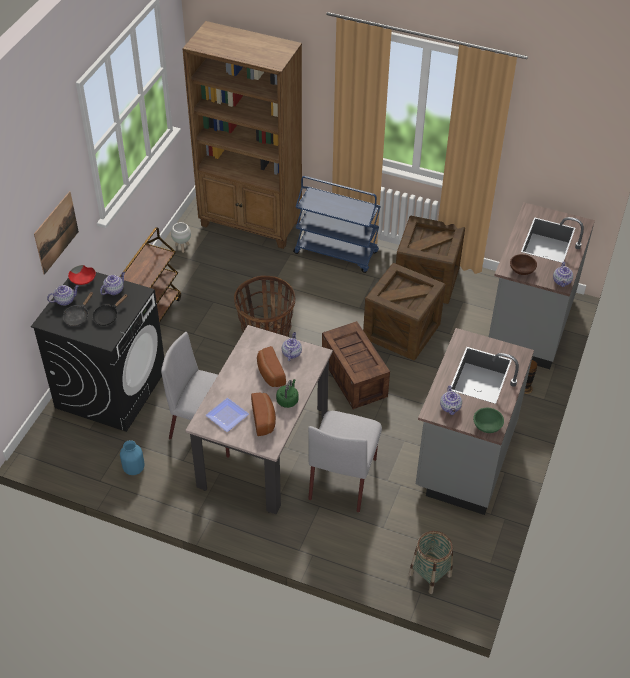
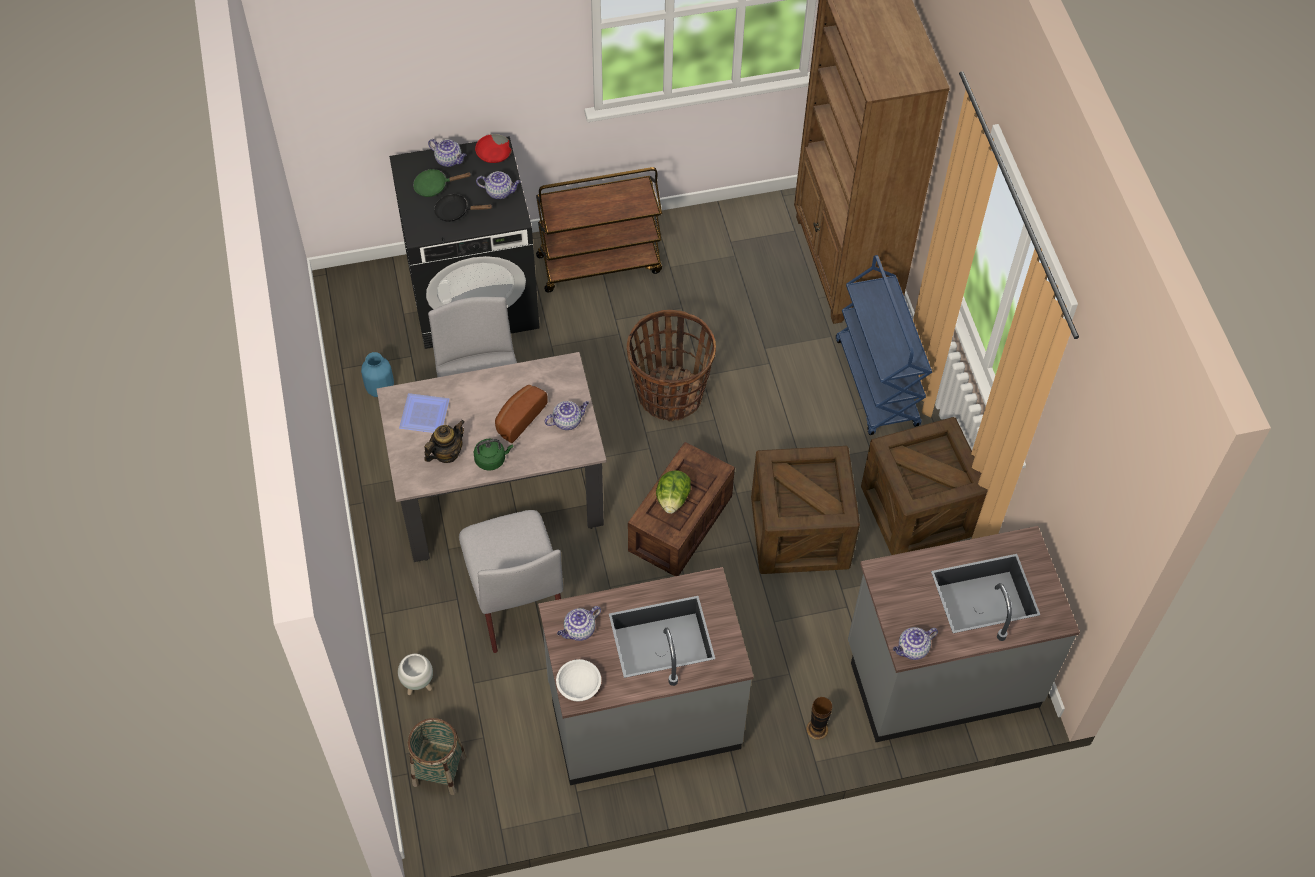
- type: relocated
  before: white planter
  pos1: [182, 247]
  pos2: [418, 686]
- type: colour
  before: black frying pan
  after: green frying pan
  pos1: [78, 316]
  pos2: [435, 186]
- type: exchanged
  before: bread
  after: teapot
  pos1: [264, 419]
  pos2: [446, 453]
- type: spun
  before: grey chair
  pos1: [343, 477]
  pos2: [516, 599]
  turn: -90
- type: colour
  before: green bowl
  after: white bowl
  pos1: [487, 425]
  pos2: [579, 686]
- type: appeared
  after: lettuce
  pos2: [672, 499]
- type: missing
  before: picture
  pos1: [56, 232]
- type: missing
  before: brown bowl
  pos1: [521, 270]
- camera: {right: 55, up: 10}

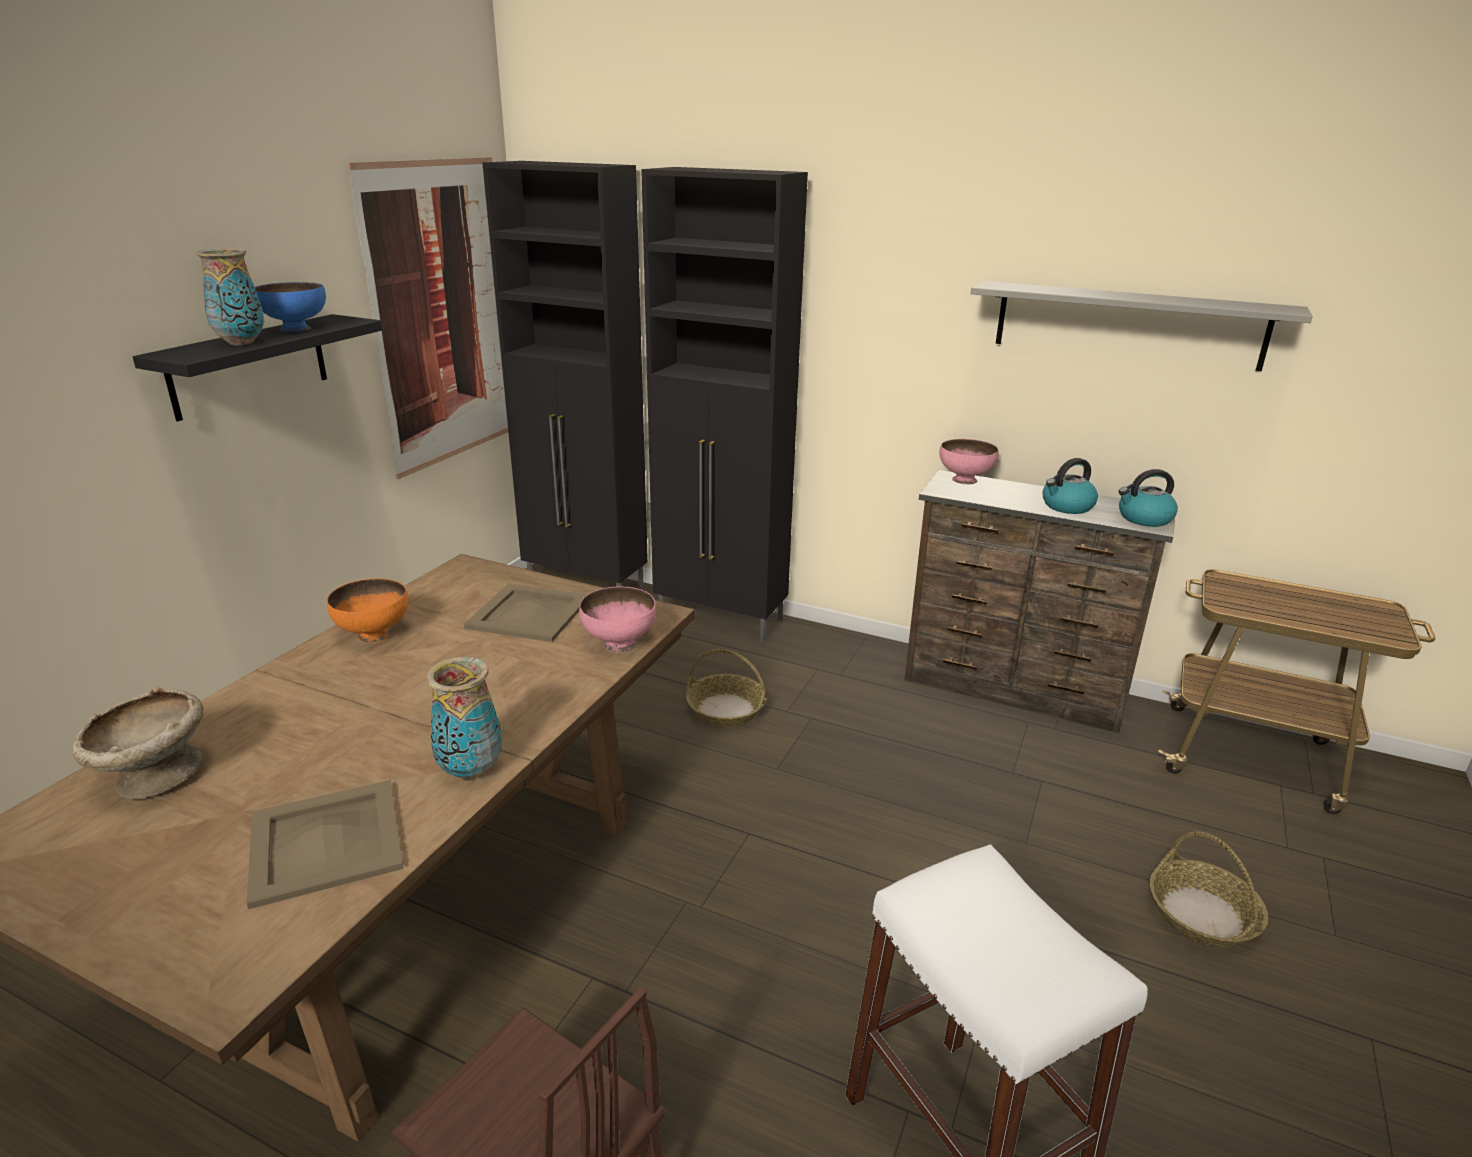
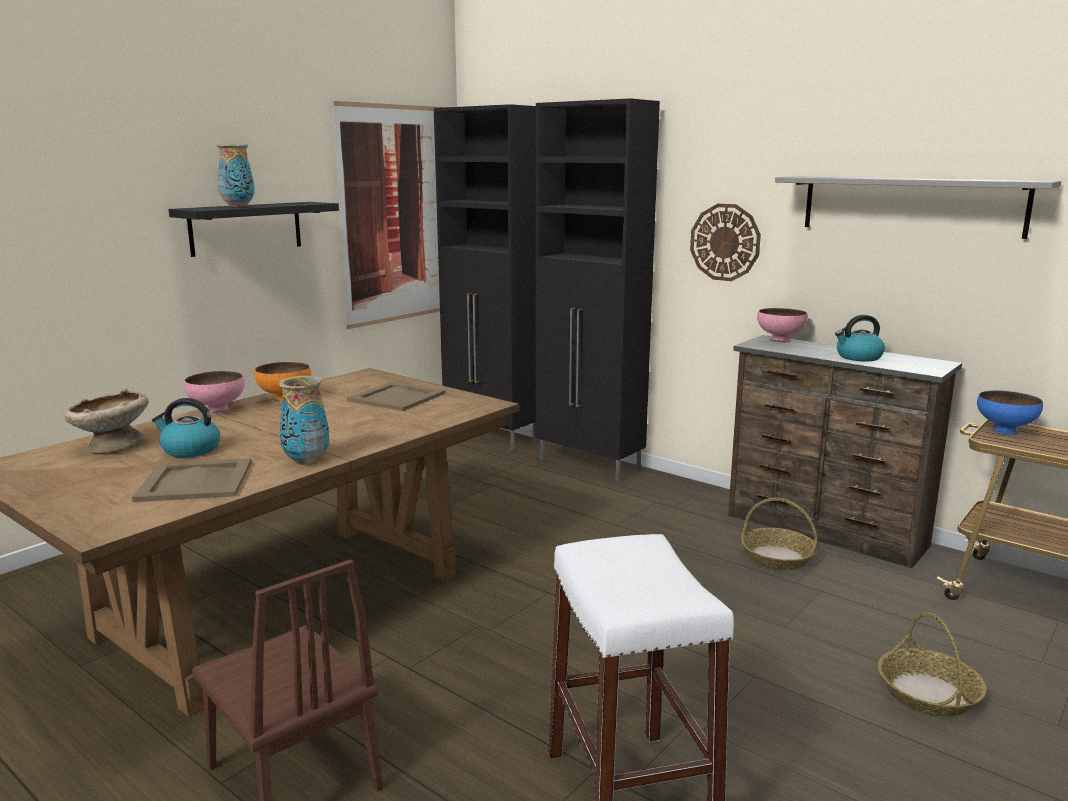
- type: relocated
  before: kettle
  pos1: [1144, 518]
  pos2: [190, 450]
- type: relocated
  before: pink bowl
  pos1: [619, 644]
  pos2: [217, 411]
- type: appeared
  after: wall clock
  pos2: [725, 242]
- type: relocated
  before: basket
  pos1: [726, 709]
  pos2: [778, 557]
- type: relocated
  before: blue bowl
  pos1: [296, 329]
  pos2: [1005, 431]
- camera: {right: 15, up: -10}

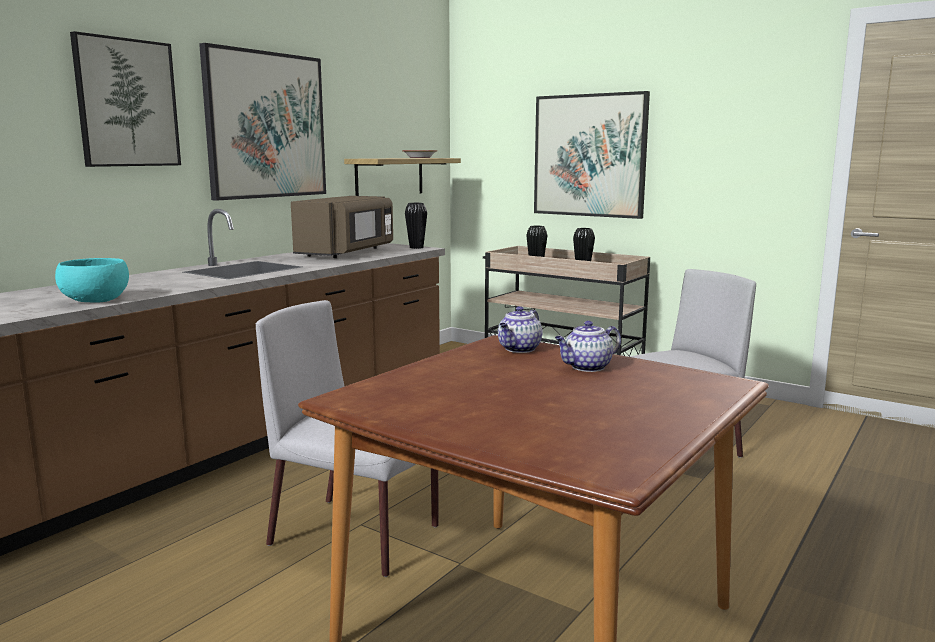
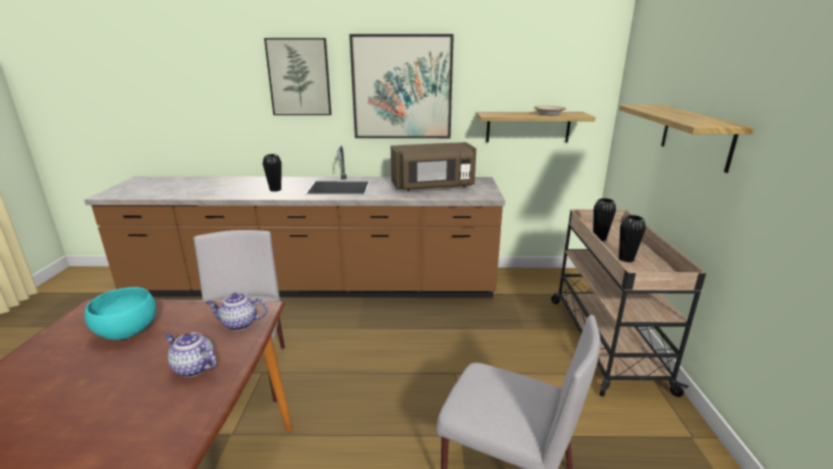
- type: relocated
  before: turquoise bowl
  pos1: [95, 300]
  pos2: [127, 330]
- type: relocated
  before: black vase
  pos1: [416, 247]
  pos2: [275, 190]
- type: exchanged
  before: picture
  after: shelf
  pos1: [589, 155]
  pos2: [696, 136]
- camera: {right: 55, up: 10}

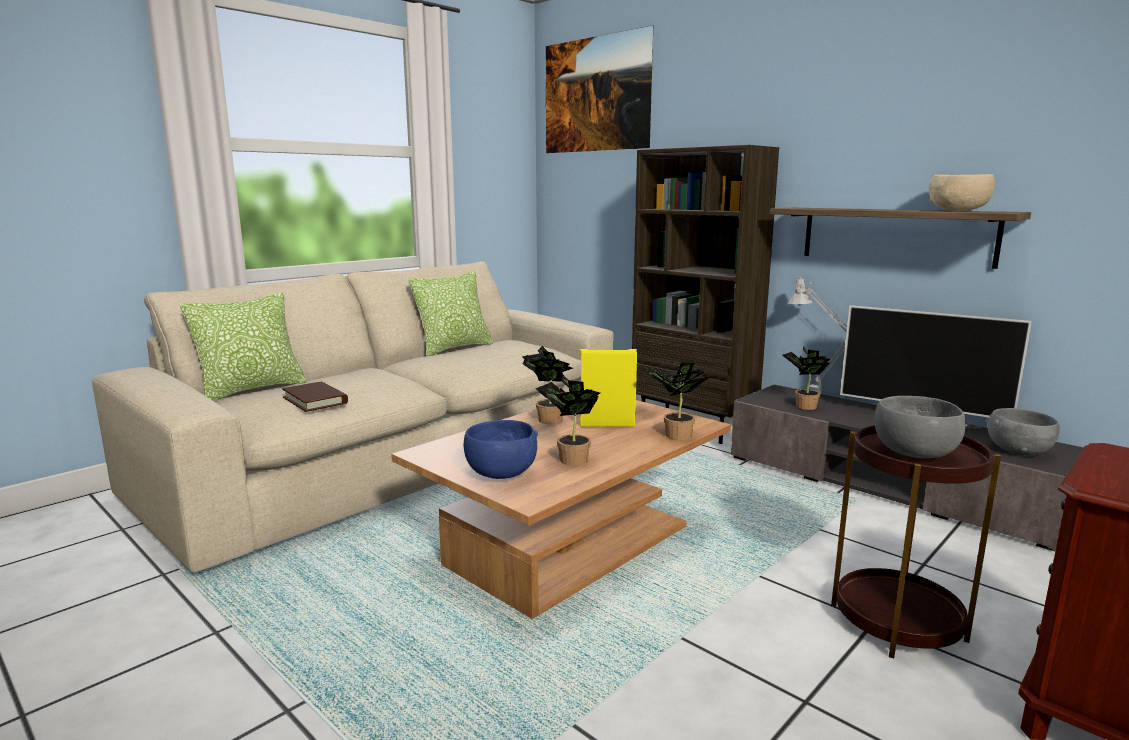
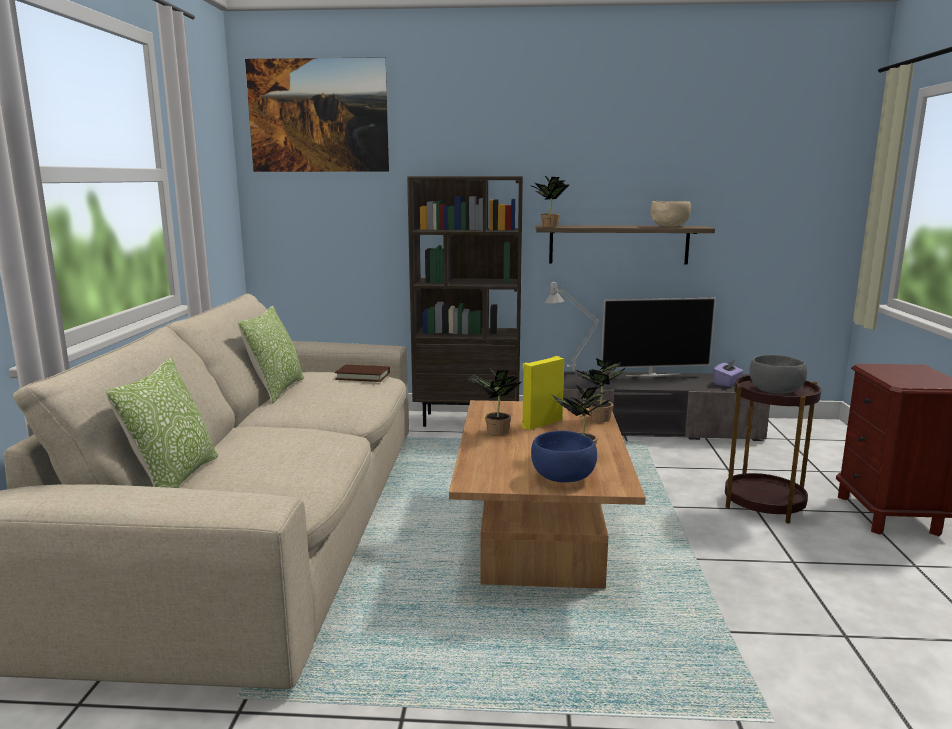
- type: relocated
  before: brown book
  pos1: [315, 400]
  pos2: [363, 376]
- type: relocated
  before: potted plant
  pos1: [802, 406]
  pos2: [547, 226]
- type: exchanged
  before: grey bowl
  after: purple tissue box
  pos1: [1017, 450]
  pos2: [727, 383]
- camera: {right: -40, up: 0}

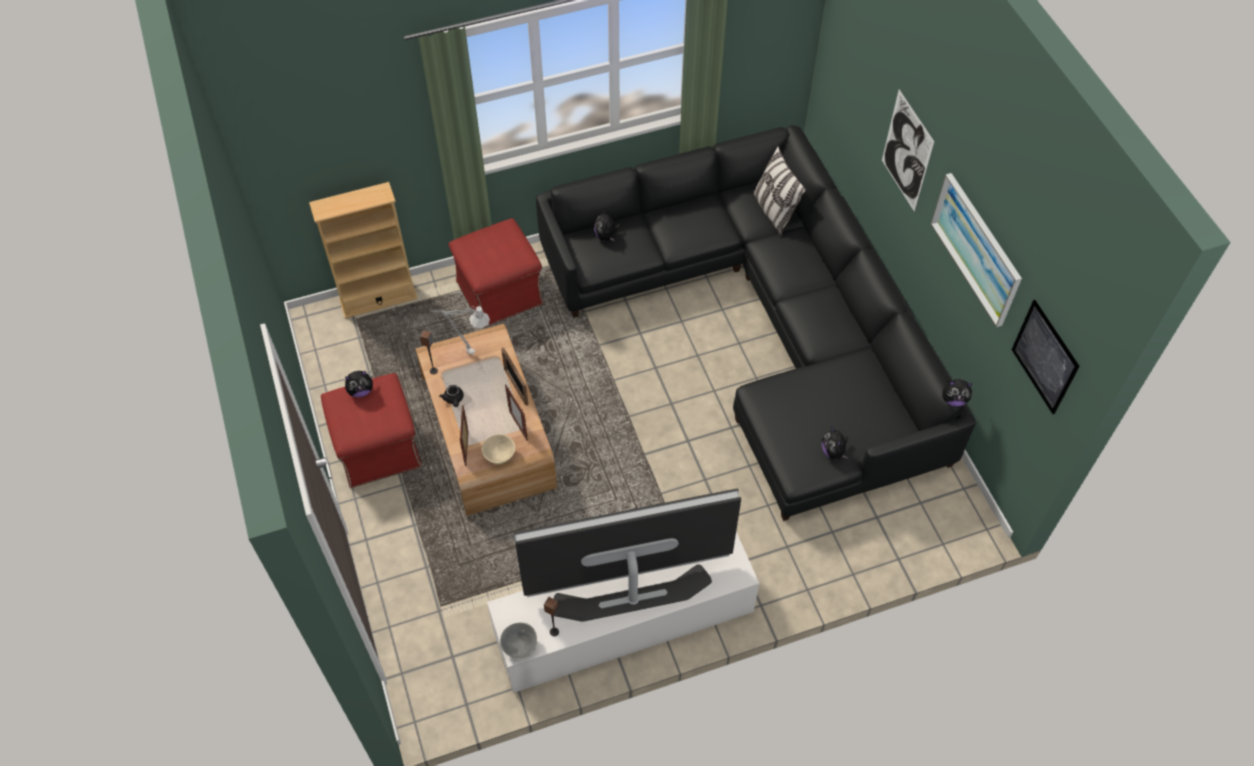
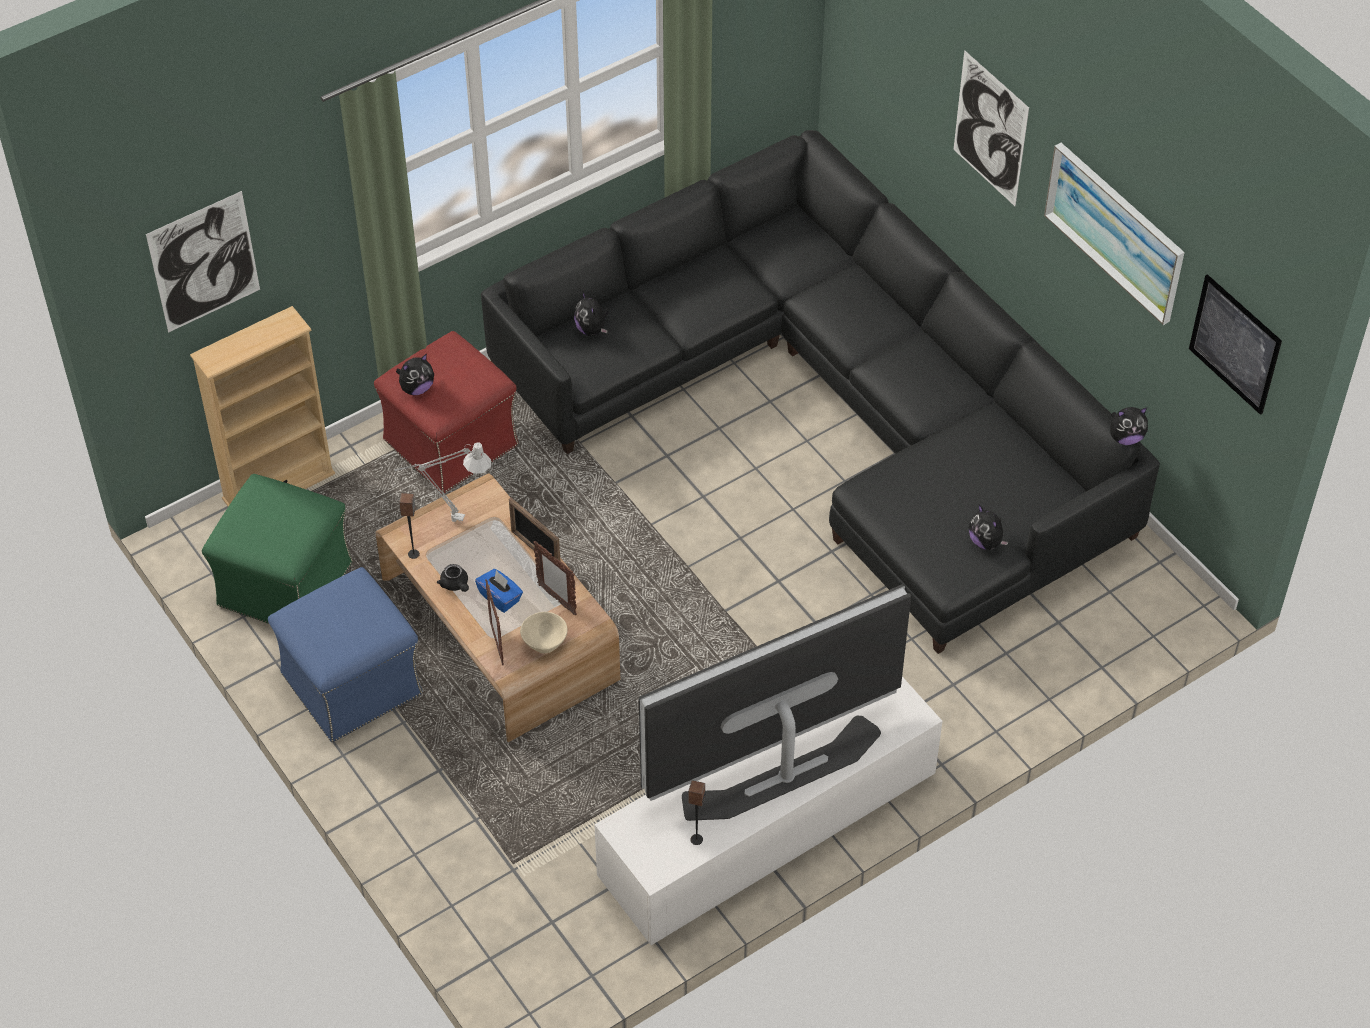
- type: appeared
  after: picture
  pos2: [204, 262]
- type: appeared
  after: green ottoman
  pos2: [284, 585]
- type: colour
  before: red ottoman
  after: blue ottoman
  pos1: [379, 448]
  pos2: [353, 683]
- type: relocated
  before: plush toy
  pos1: [361, 391]
  pos2: [416, 388]
- type: appeared
  after: blue tissue box
  pos2: [500, 597]
- type: missing
  before: grey bowl
  pos1: [519, 646]
- type: missing
  before: pillow
  pos1: [774, 211]
- camera: {right: -15, up: -5}

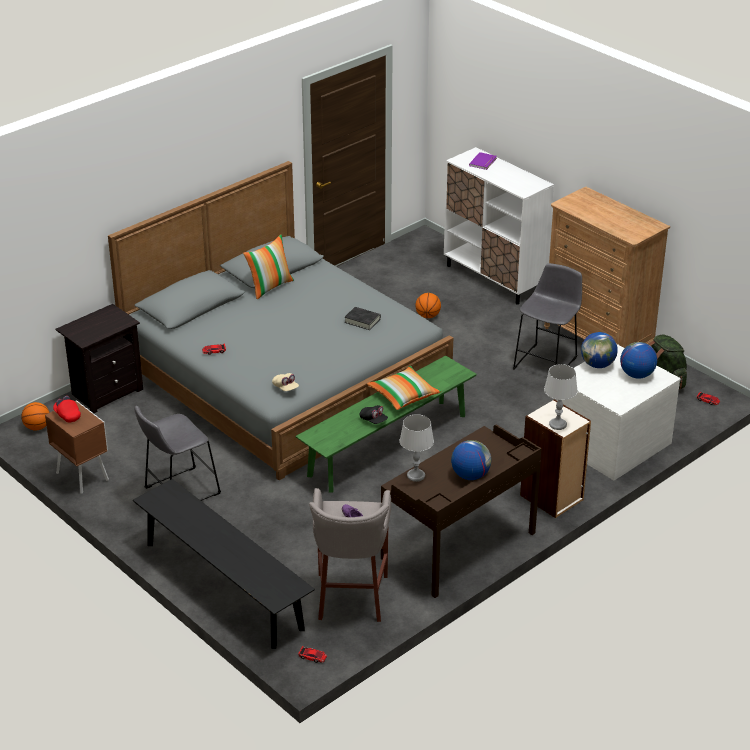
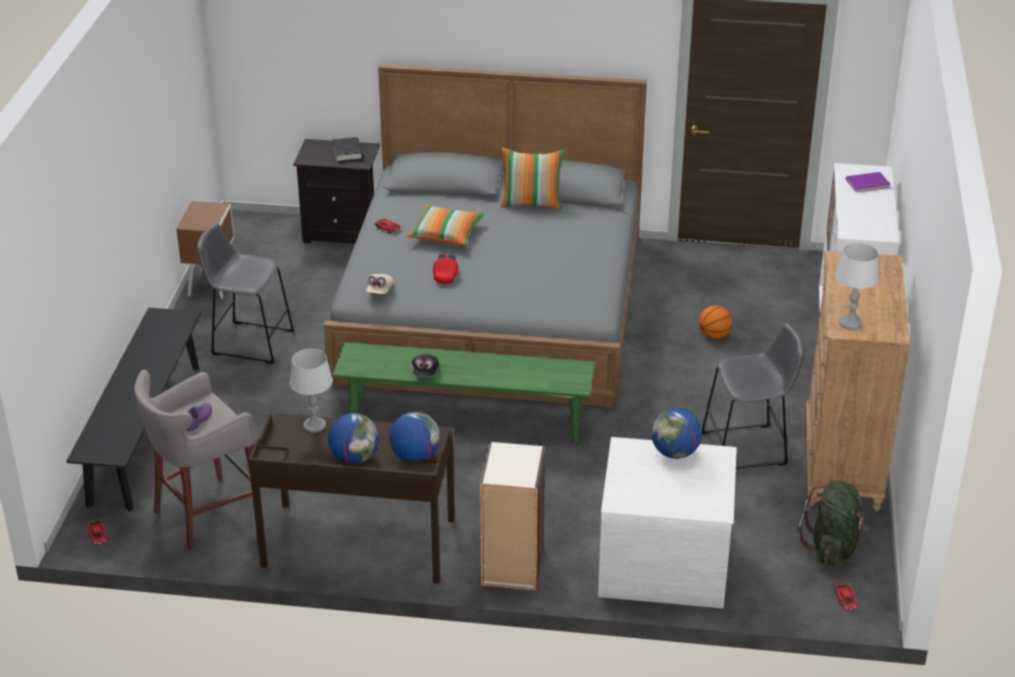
- type: relocated
  before: black book
  pos1: [362, 321]
  pos2: [347, 152]
- type: relocated
  before: globe
  pos1: [636, 375]
  pos2: [415, 457]
- type: relocated
  before: pillow
  pos1: [403, 395]
  pos2: [446, 234]
- type: relocated
  before: red cap
  pos1: [67, 415]
  pos2: [446, 275]
- type: relocated
  before: grey table lamp
  pos1: [557, 425]
  pos2: [850, 323]
- type: missing
  before: basketball
  pos1: [37, 427]
- camera: {right: 50, up: 0}

